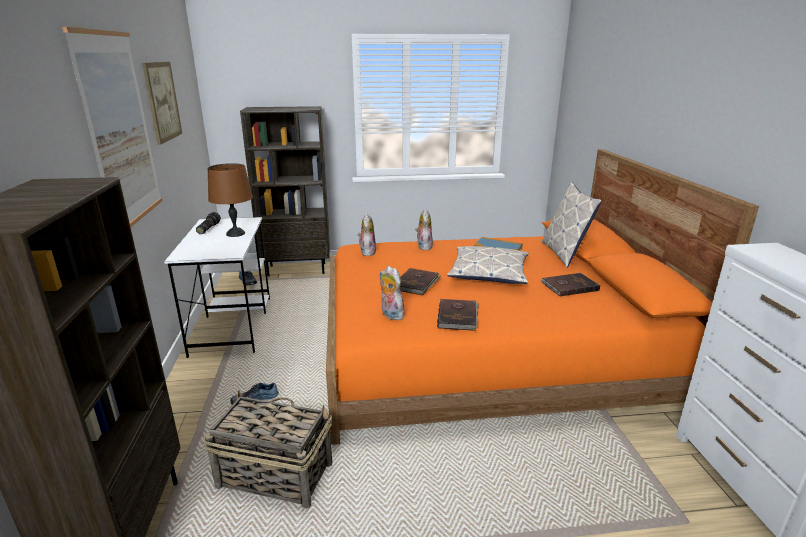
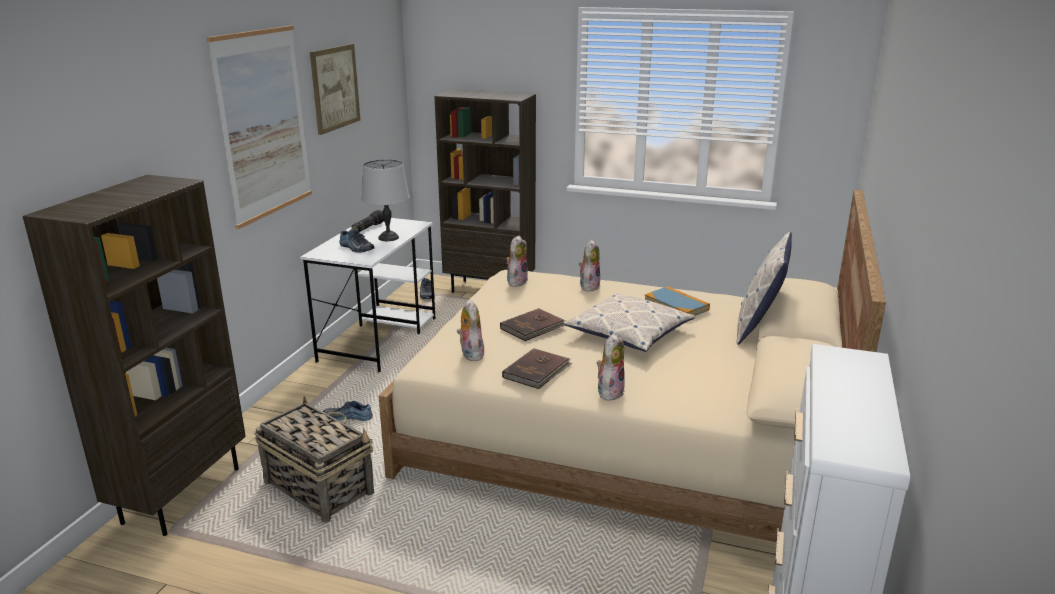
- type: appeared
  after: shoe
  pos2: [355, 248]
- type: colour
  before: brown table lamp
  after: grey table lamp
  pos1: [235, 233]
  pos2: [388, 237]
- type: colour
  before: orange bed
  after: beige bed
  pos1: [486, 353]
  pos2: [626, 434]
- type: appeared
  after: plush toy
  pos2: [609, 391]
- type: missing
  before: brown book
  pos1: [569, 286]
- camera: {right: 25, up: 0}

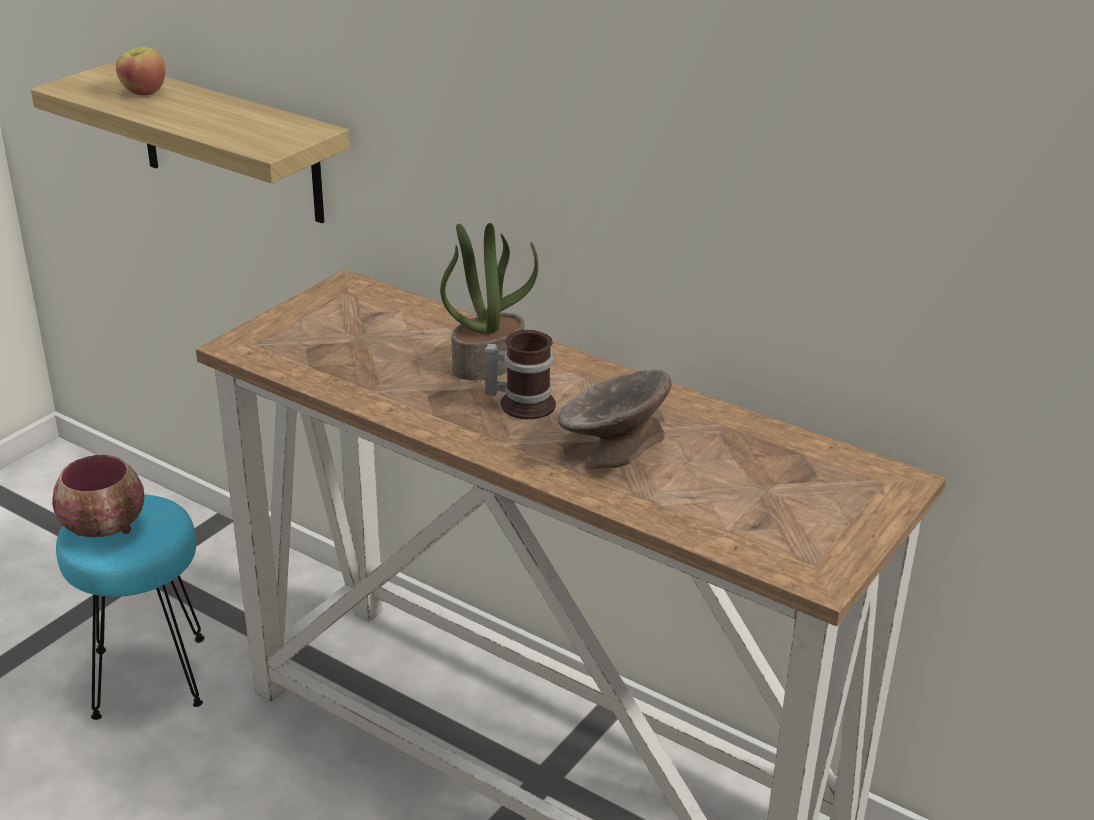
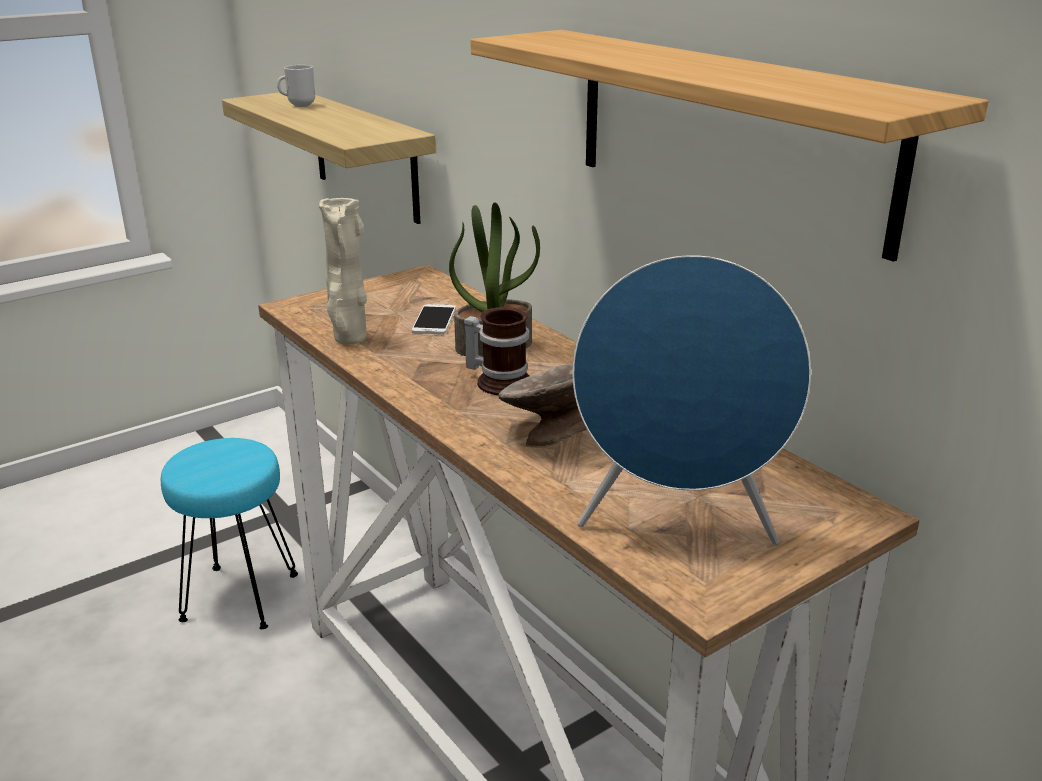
- type: exchanged
  before: apple
  after: mug
  pos1: [143, 92]
  pos2: [299, 105]
- type: appeared
  after: beige vase
  pos2: [349, 339]
- type: appeared
  after: phone
  pos2: [434, 320]
- type: appeared
  after: shelf
  pos2: [726, 133]
- type: appeared
  after: blue speaker
  pos2: [678, 523]
- type: missing
  before: bowl
  pos1: [106, 528]
- camera: {right: 20, up: -5}

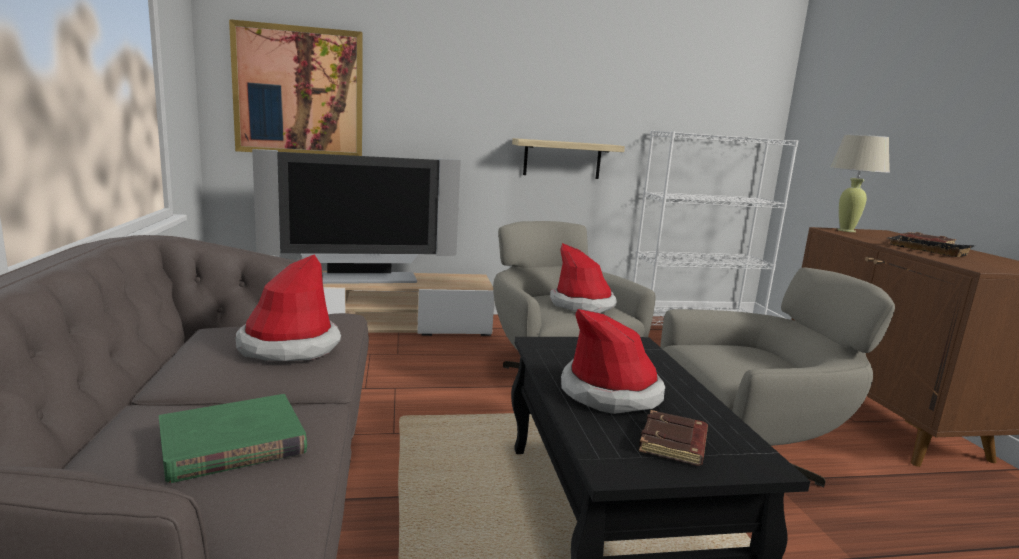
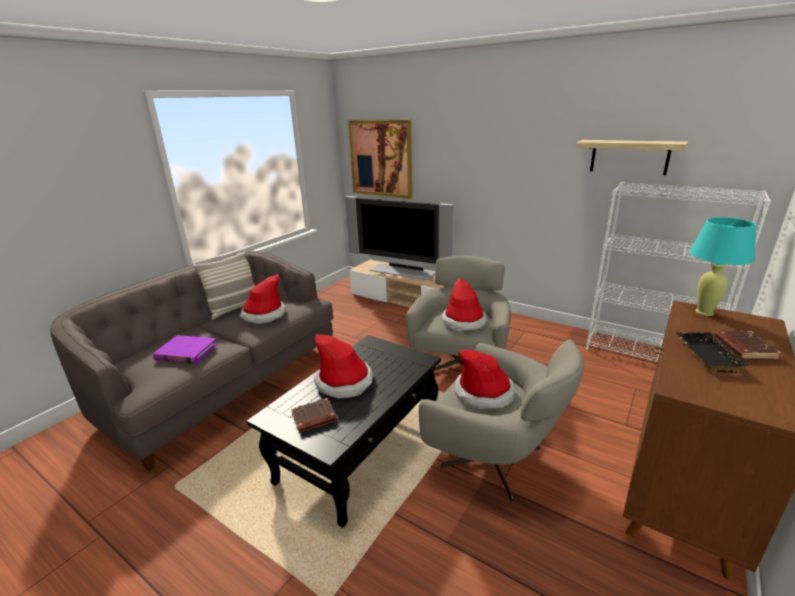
- type: colour
  before: green book
  after: purple book
  pos1: [232, 443]
  pos2: [186, 352]
- type: appeared
  after: pillow
  pos2: [234, 308]
- type: appeared
  after: hat
  pos2: [484, 392]
- type: relocated
  before: shelf
  pos1: [562, 159]
  pos2: [629, 157]
- type: colour
  before: beige table lamp
  after: turquoise table lamp
  pos1: [846, 230]
  pos2: [704, 312]
- camera: {right: 45, up: 10}

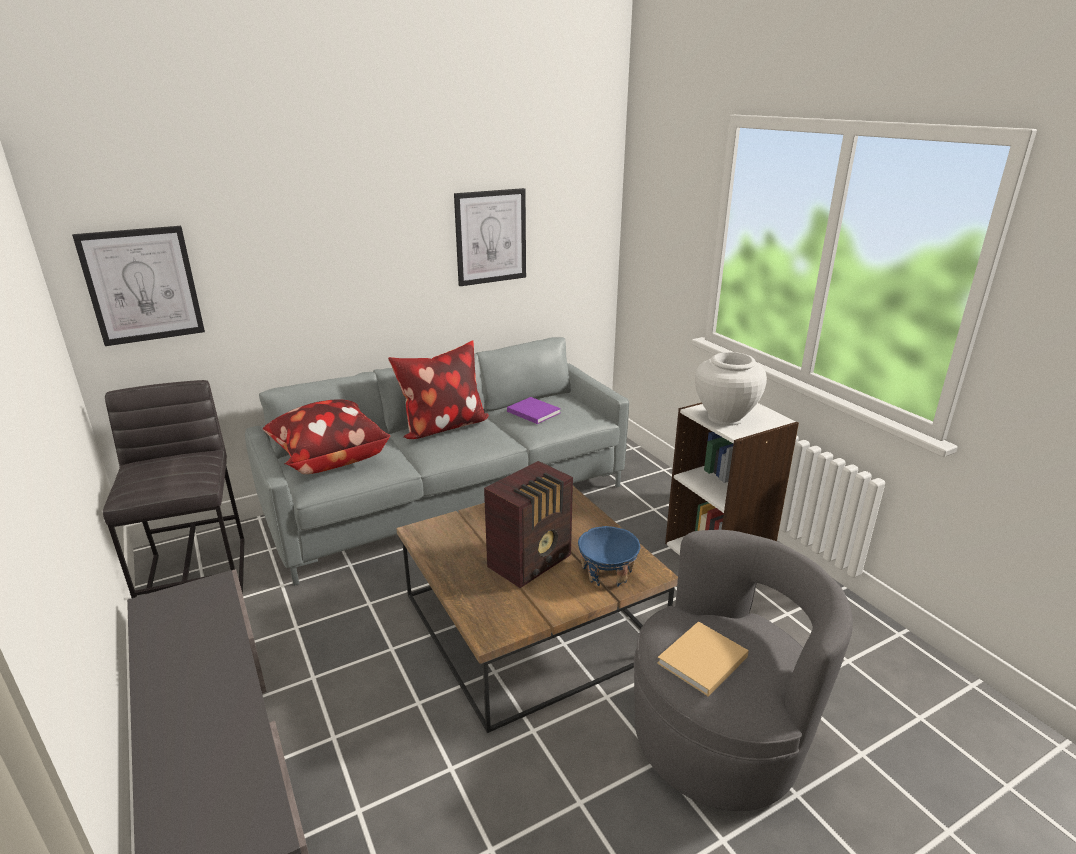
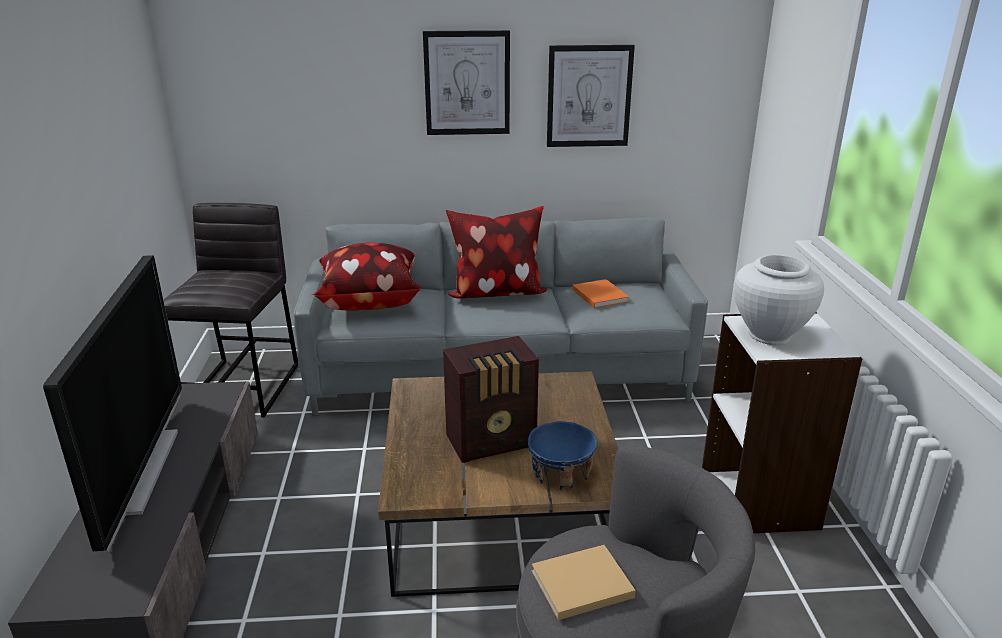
- type: appeared
  after: television
  pos2: [139, 471]
- type: relocated
  before: picture
  pos1: [142, 285]
  pos2: [467, 83]
- type: colour
  before: purple book
  after: orange book
  pos1: [532, 411]
  pos2: [599, 295]
- camera: {right: 25, up: 0}

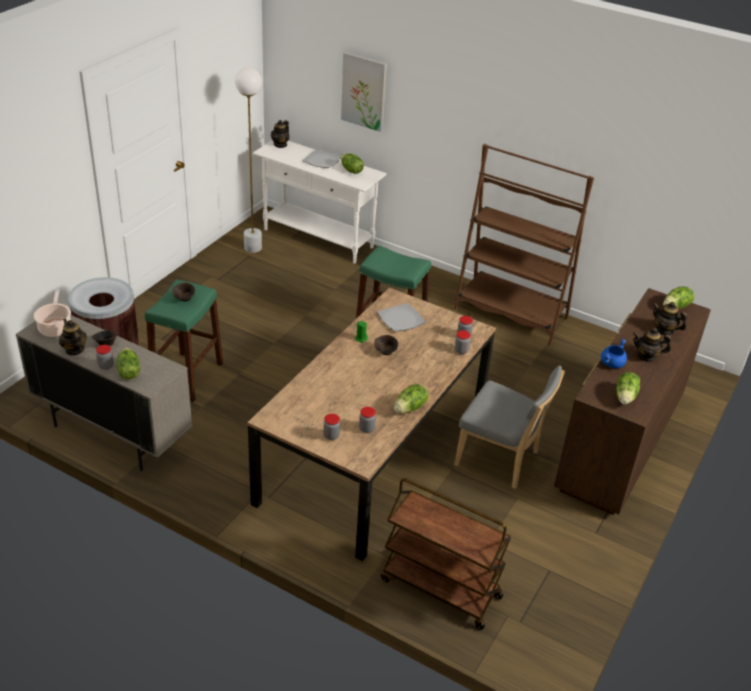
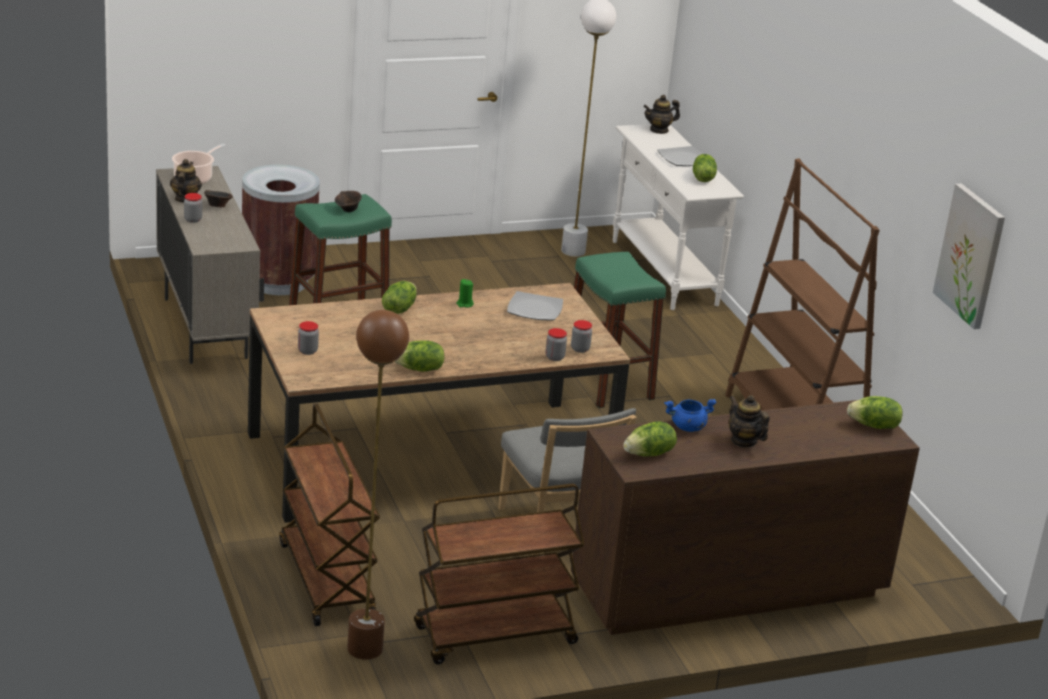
- type: appeared
  after: brown floor lamp
  pos2: [365, 649]
- type: relocated
  before: lettuce
  pos1: [128, 372]
  pos2: [399, 309]
- type: appeared
  after: brown cart
  pos2: [494, 636]
- type: relocated
  before: picture
  pos1: [364, 91]
  pos2: [970, 255]
- type: missing
  before: jar
  pos1: [367, 428]
- type: missing
  before: brown bowl
  pos1: [386, 352]
- type: missing
  before: teapot
  pos1: [664, 330]
- camera: {right: 40, up: -10}

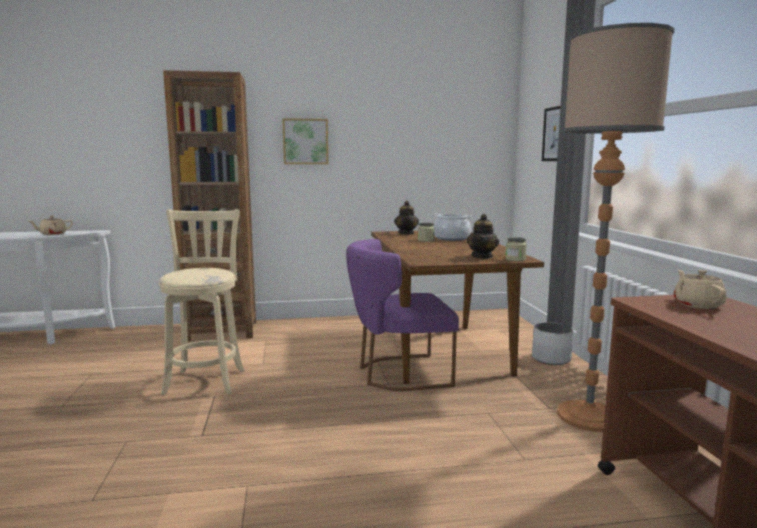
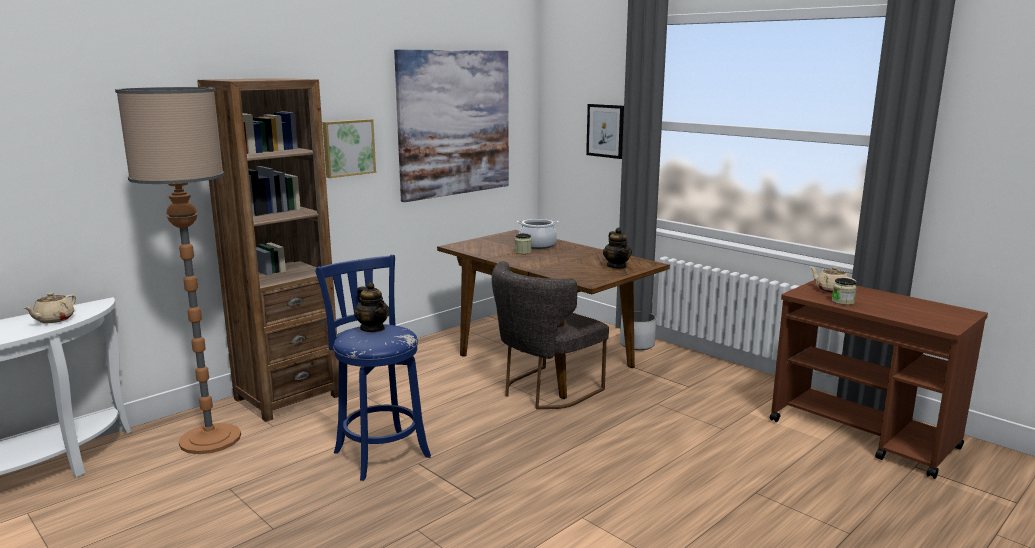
- type: relocated
  before: floor lamp
  pos1: [589, 416]
  pos2: [210, 439]
- type: colour
  before: beige stool
  after: blue stool
  pos1: [206, 380]
  pos2: [379, 452]
- type: relocated
  before: teapot
  pos1: [406, 233]
  pos2: [373, 328]
- type: appeared
  after: picture
  pos2: [454, 123]
- type: colour
  before: purple chair
  after: grey chair
  pos1: [398, 373]
  pos2: [544, 391]
- type: relocated
  before: jar
  pos1: [515, 259]
  pos2: [842, 302]
- camera: {right: -35, up: 5}

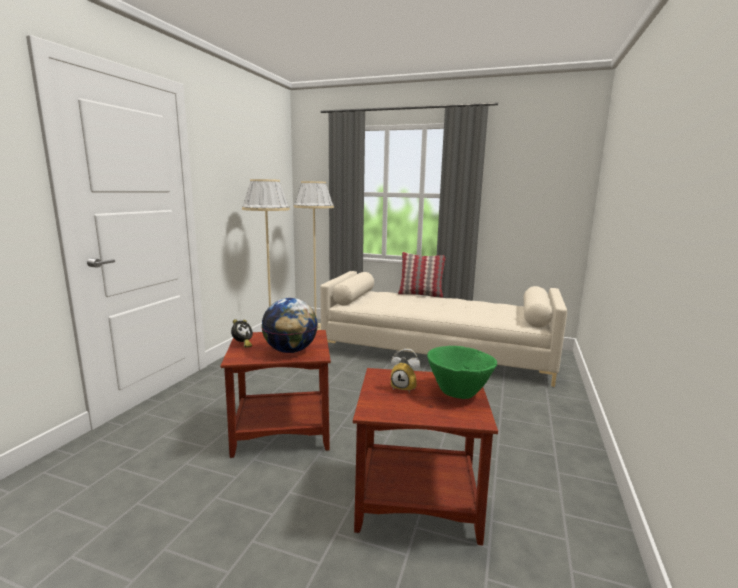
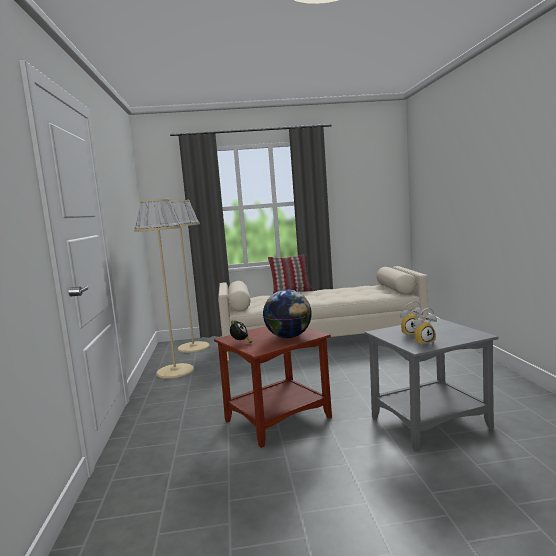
- type: colour
  before: brown side table
  after: grey side table
  pos1: [417, 500]
  pos2: [429, 421]
- type: appeared
  after: alarm clock
  pos2: [423, 342]
- type: missing
  before: green bowl
  pos1: [459, 392]
- camera: {right: -25, up: -5}

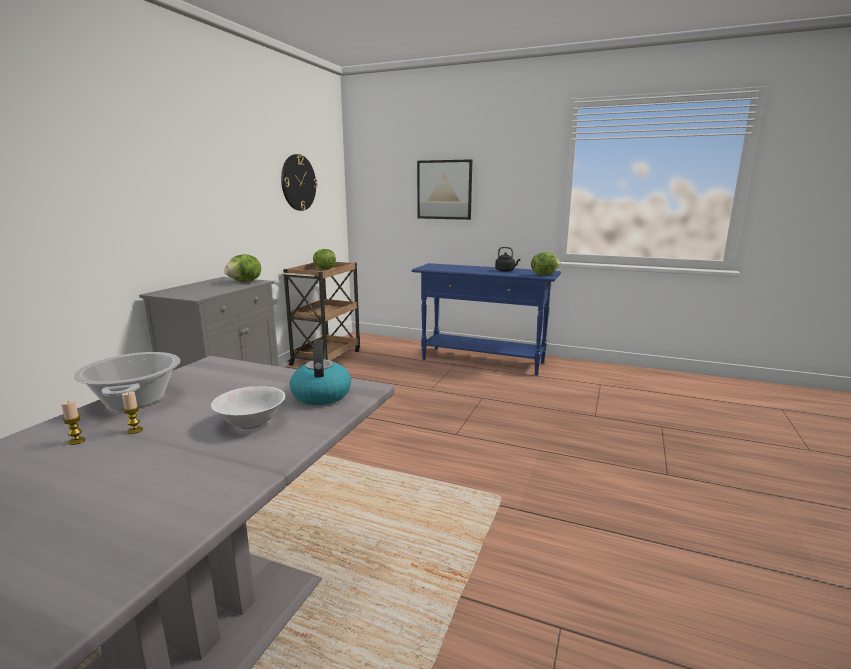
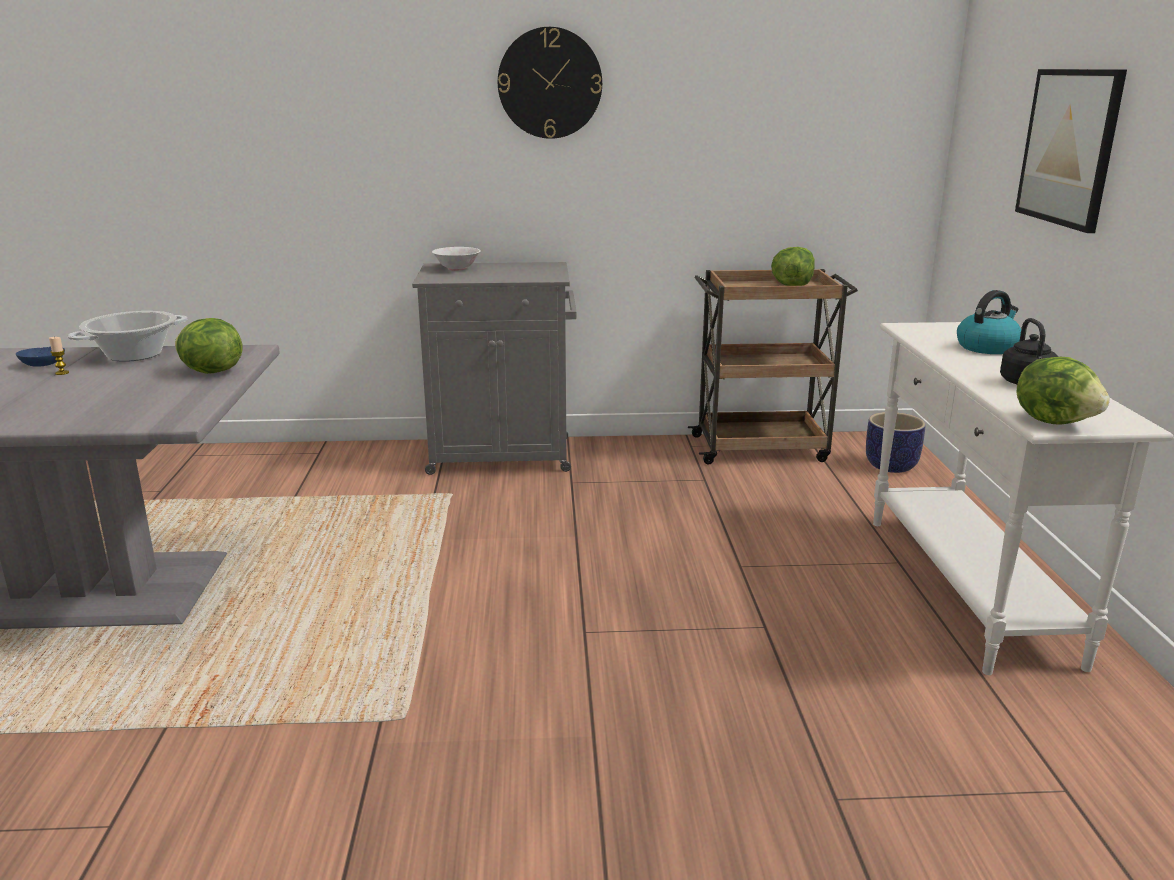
- type: exchanged
  before: candle
  after: blue bowl
  pos1: [77, 441]
  pos2: [42, 365]
- type: relocated
  before: lettuce
  pos1: [245, 282]
  pos2: [210, 372]
- type: relocated
  before: white bowl
  pos1: [251, 423]
  pos2: [457, 268]
- type: relocated
  before: wall clock
  pos1: [298, 182]
  pos2: [550, 83]
- type: appeared
  after: planter
  pos2: [891, 466]
- type: colour
  before: blue console table
  after: white console table
  pos1: [483, 361]
  pos2: [966, 588]
- type: relocated
  before: kettle
  pos1: [321, 395]
  pos2: [987, 347]
- camera: {right: 65, up: 5}

